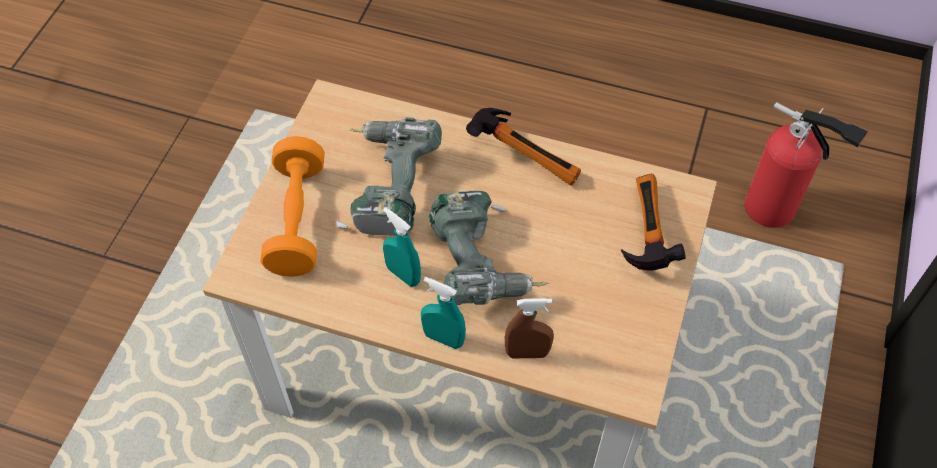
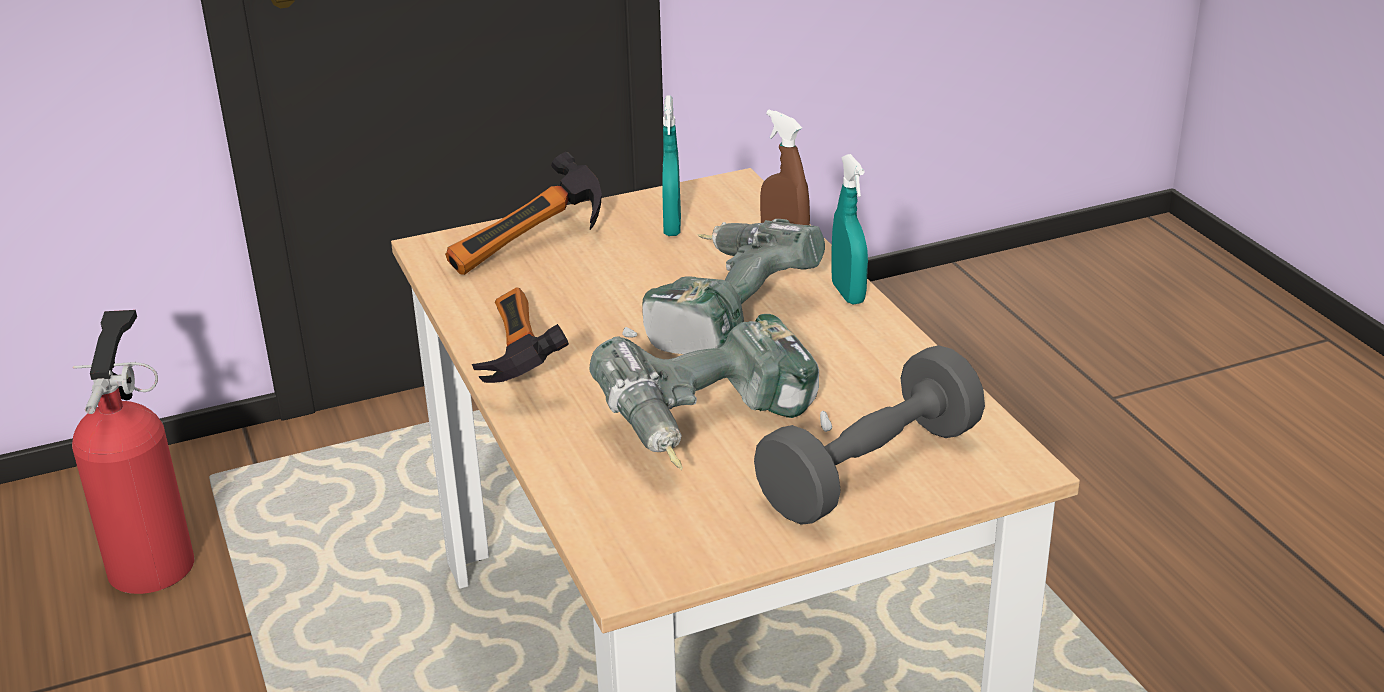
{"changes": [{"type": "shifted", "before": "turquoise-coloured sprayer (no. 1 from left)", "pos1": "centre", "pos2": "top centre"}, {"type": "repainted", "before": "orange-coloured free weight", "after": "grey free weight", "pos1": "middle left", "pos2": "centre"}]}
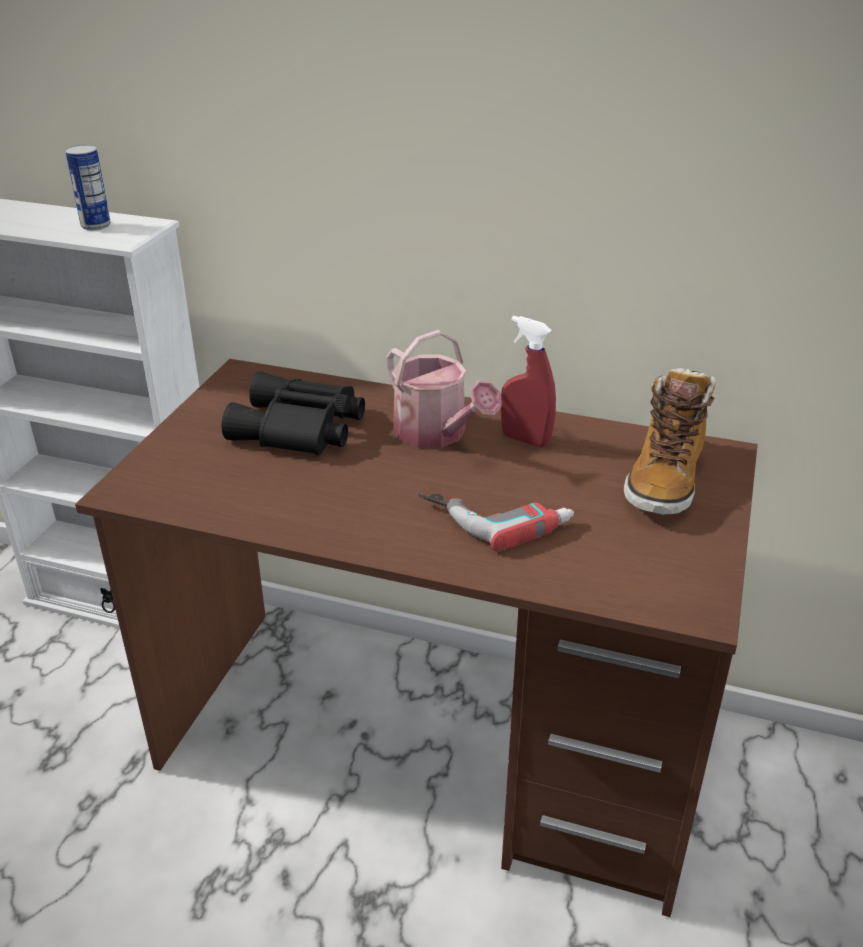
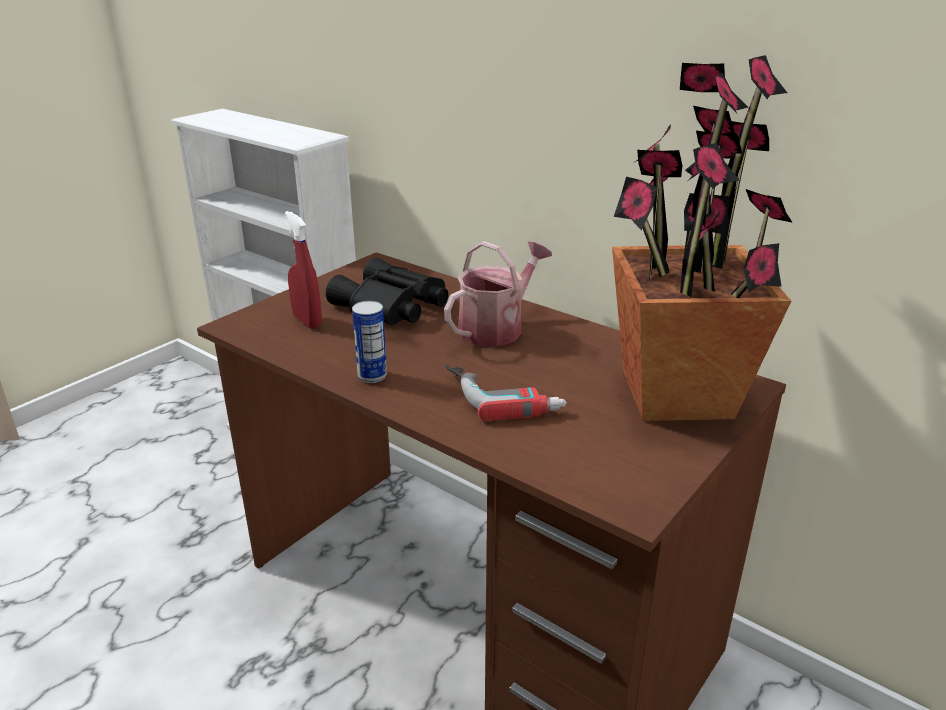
{"changes": [{"type": "shifted", "before": "metal can", "pos1": "top left", "pos2": "centre"}, {"type": "shifted", "before": "reddish sprayer", "pos1": "centre", "pos2": "middle left"}, {"type": "swapped", "before": "boot", "after": "potted plant", "pos1": "middle right", "pos2": "middle right"}, {"type": "rotated", "before": "watering can", "pos1": "centre", "pos2": "centre", "turn": -120}]}
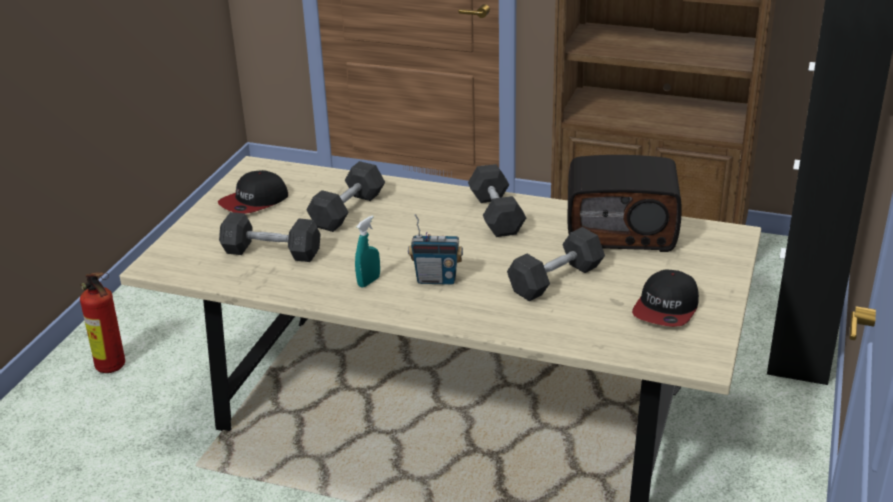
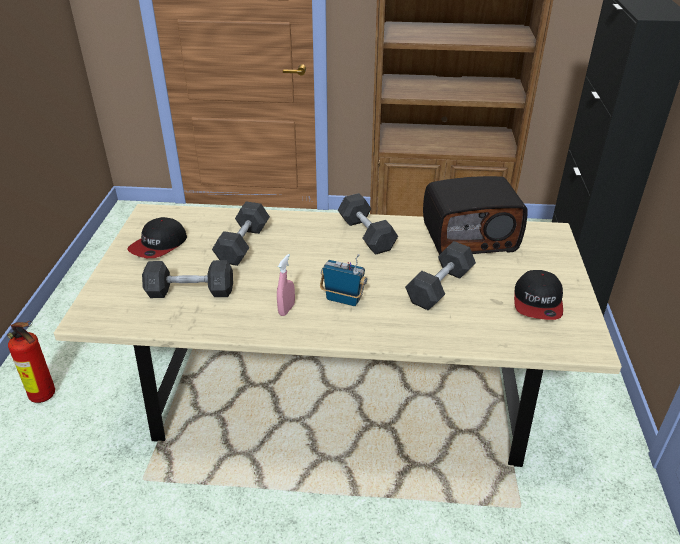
{"changes": [{"type": "repainted", "before": "turquoise-coloured sprayer", "after": "pink sprayer", "pos1": "centre", "pos2": "centre"}, {"type": "rotated", "before": "radio (no. 1 from left)", "pos1": "centre", "pos2": "centre", "turn": -150}]}
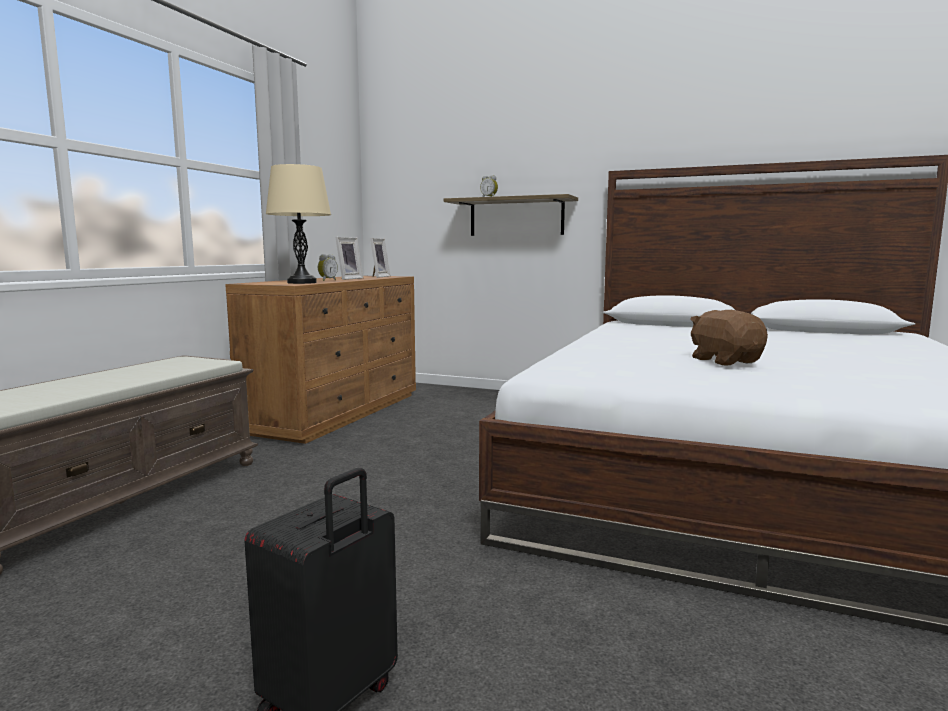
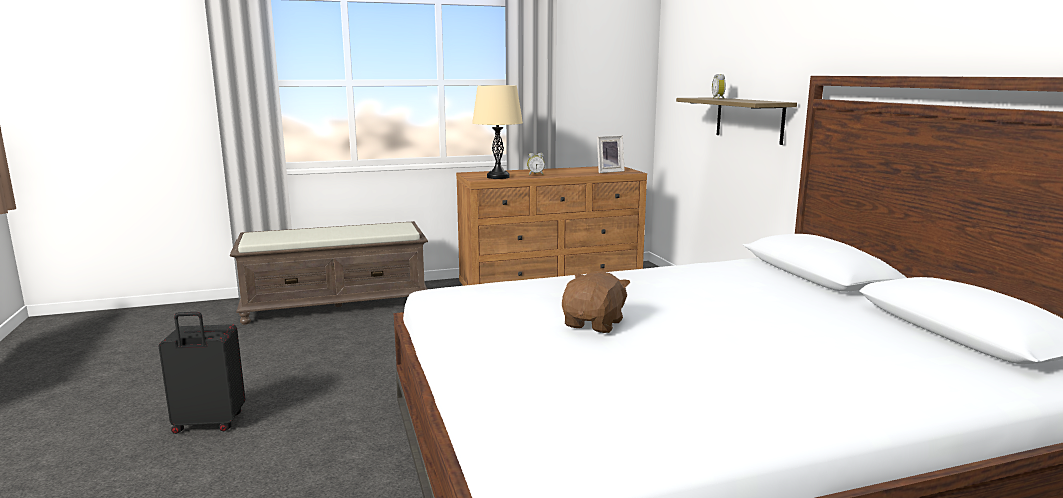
{"changes": [{"type": "gone", "before": "standing frame (no. 1 from left)", "pos1": "centre"}]}
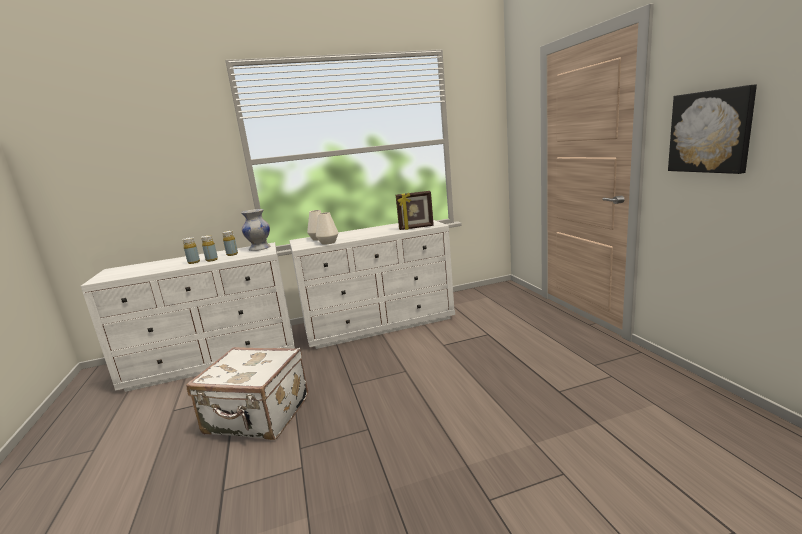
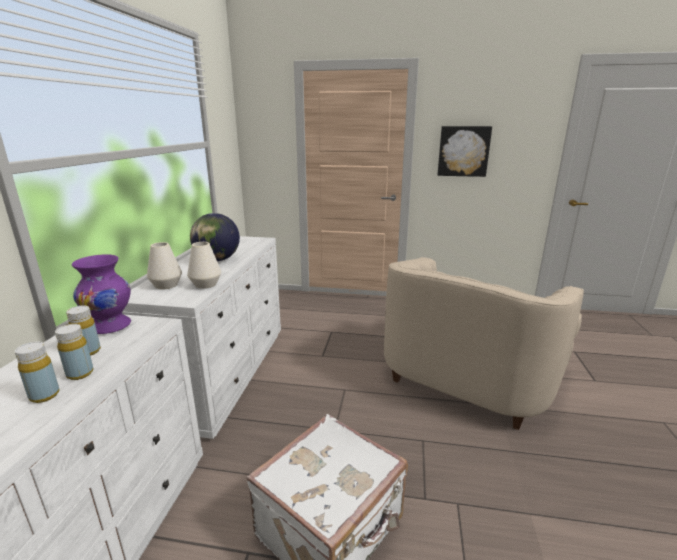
{"changes": [{"type": "gone", "before": "standing frame", "pos1": "centre"}, {"type": "new", "after": "world globe", "pos2": "middle left"}, {"type": "new", "after": "beige-coloured lounge chair", "pos2": "middle right"}, {"type": "repainted", "before": "whitish decorative vase (no. 1 from left)", "after": "purple-coloured decorative vase", "pos1": "middle left", "pos2": "middle left"}]}
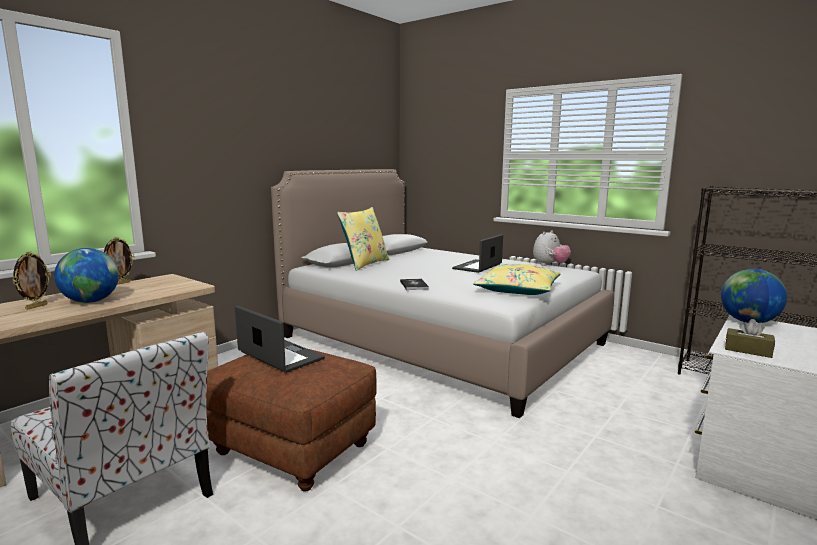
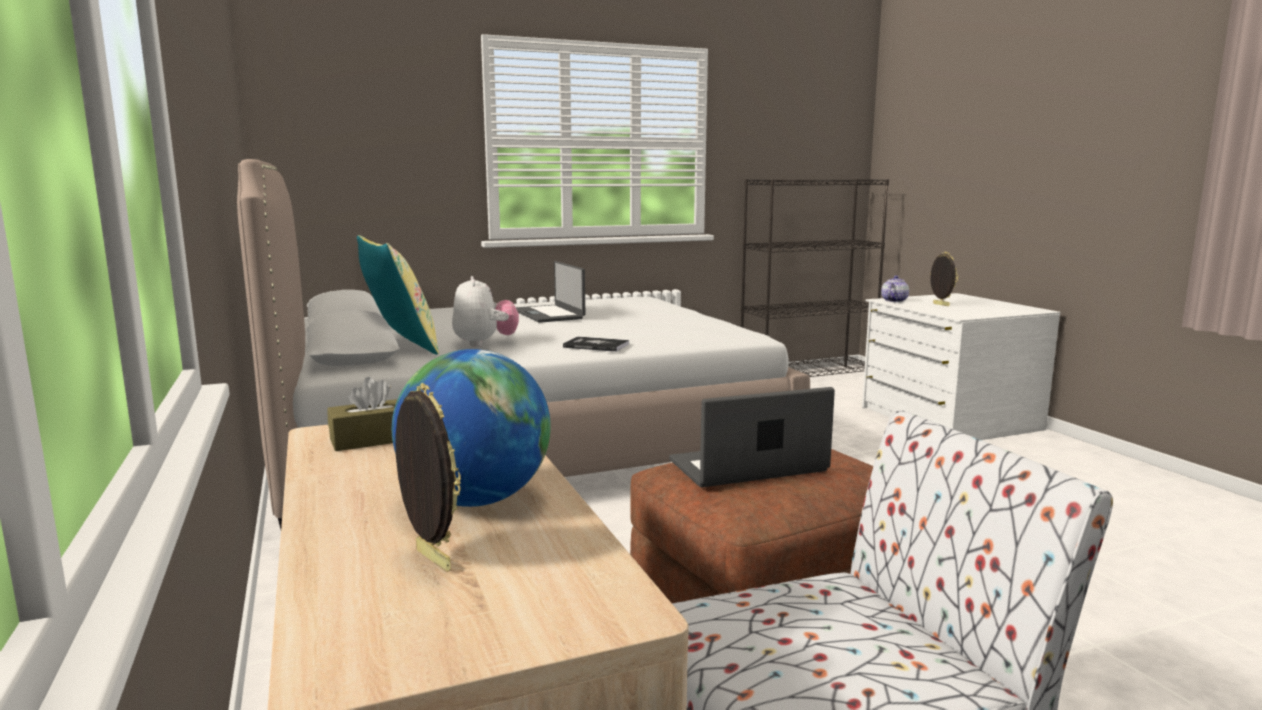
{"changes": [{"type": "gone", "before": "yellowish throw pillow (no. 2 from left)", "pos1": "centre"}, {"type": "shifted", "before": "standing frame (no. 2 from left)", "pos1": "middle left", "pos2": "middle right"}, {"type": "shifted", "before": "plush toy", "pos1": "middle right", "pos2": "centre"}, {"type": "shifted", "before": "brown tissue box", "pos1": "middle right", "pos2": "middle left"}, {"type": "swapped", "before": "world globe (no. 2 from left)", "after": "teapot", "pos1": "middle right", "pos2": "middle right"}]}
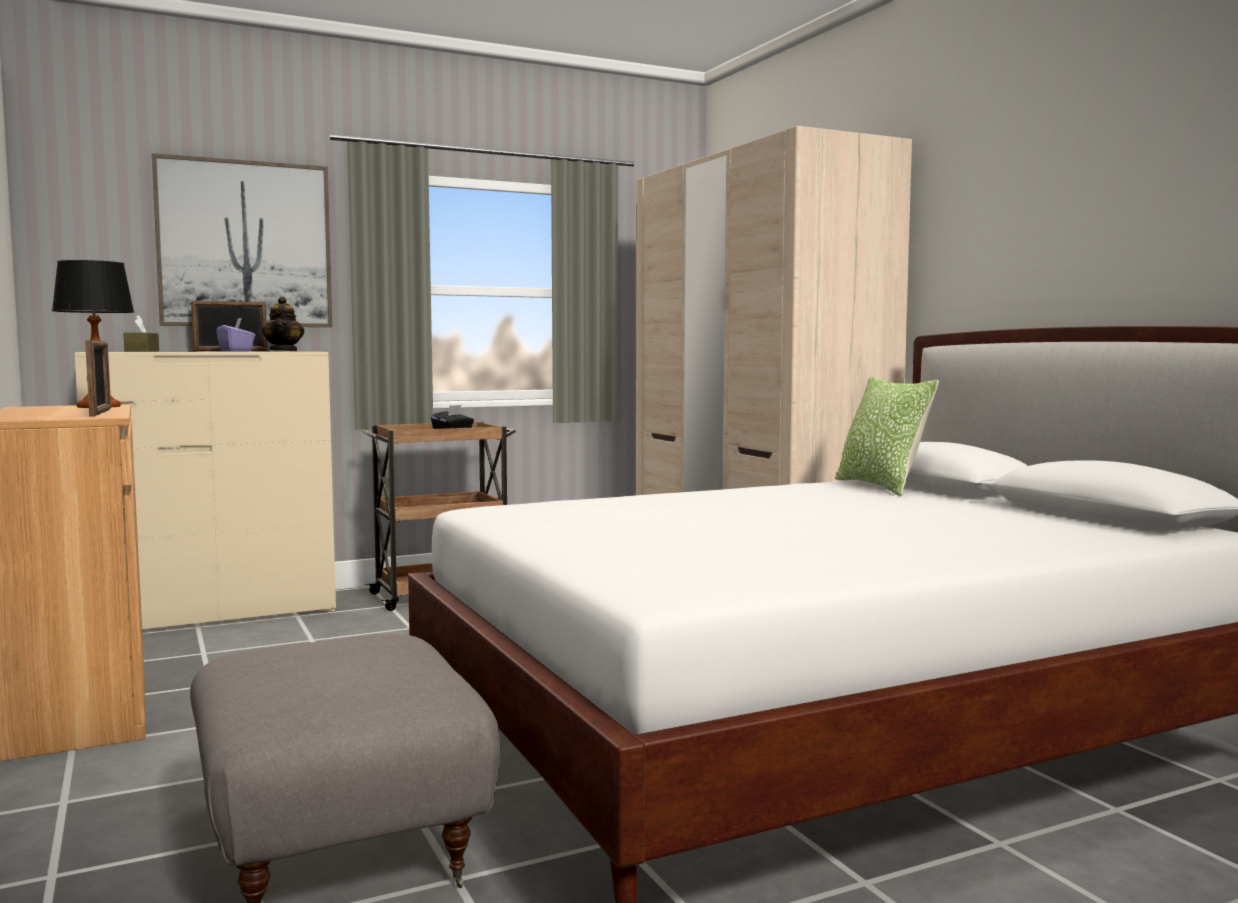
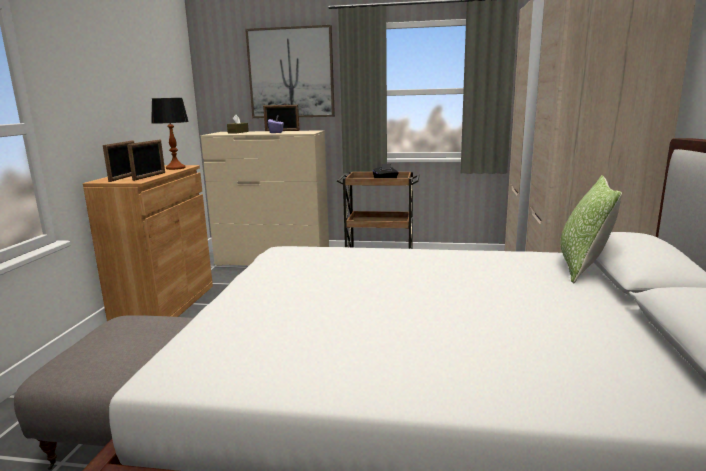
{"changes": [{"type": "gone", "before": "teapot", "pos1": "middle left"}, {"type": "new", "after": "standing frame (no. 1 from left)", "pos2": "middle left"}]}
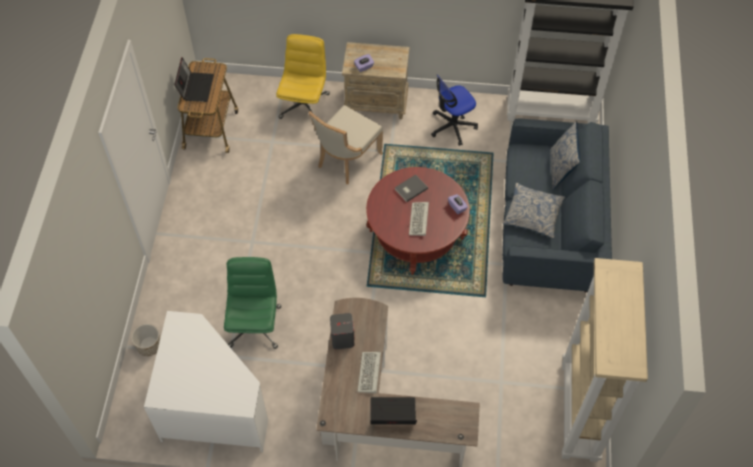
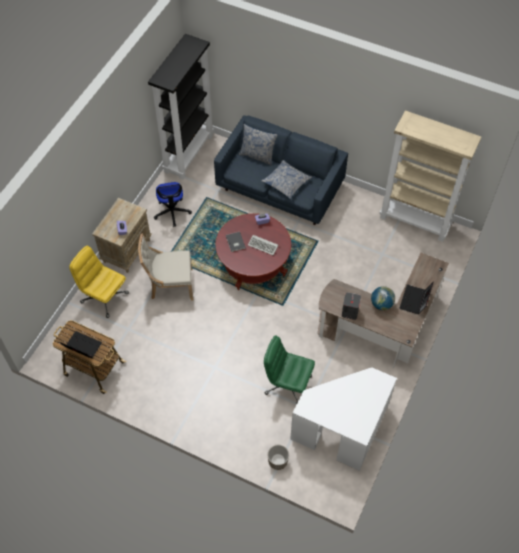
{"changes": [{"type": "swapped", "before": "keyboard (no. 1 from left)", "after": "world globe", "pos1": "bottom centre", "pos2": "middle right"}, {"type": "rotated", "before": "beige-coloured upright chair", "pos1": "top centre", "pos2": "middle left", "turn": 120}]}
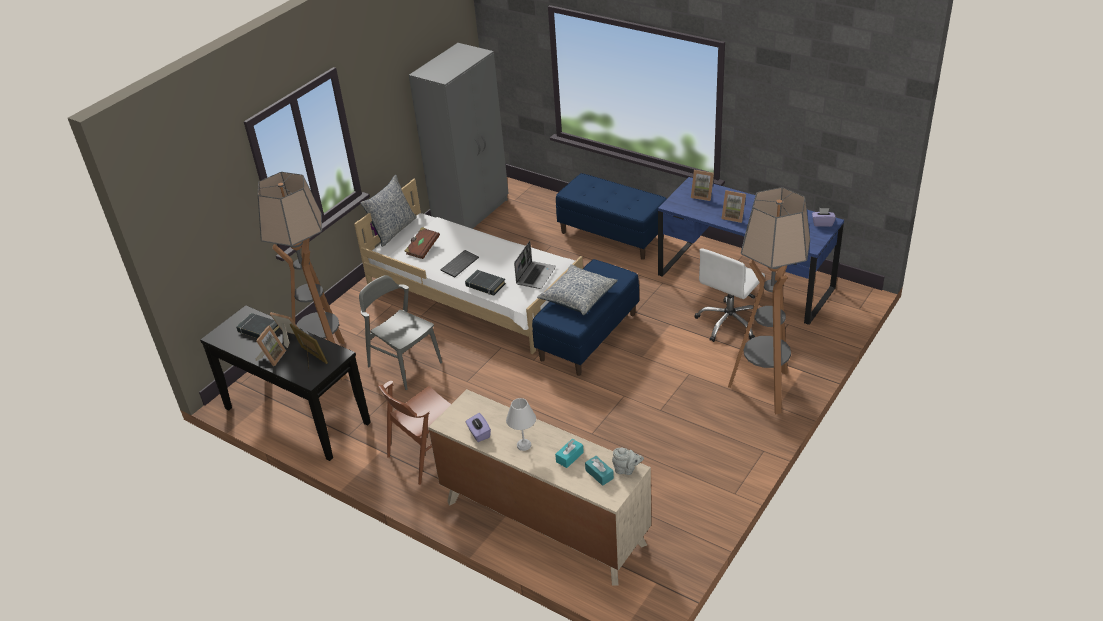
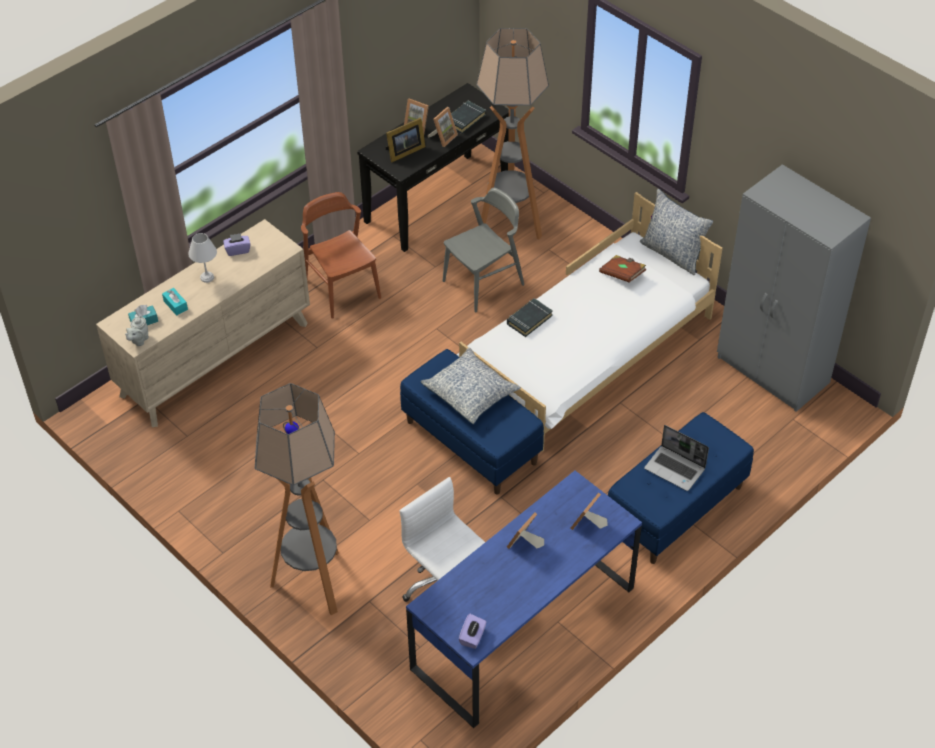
{"changes": [{"type": "gone", "before": "keyboard", "pos1": "centre"}, {"type": "shifted", "before": "laptop", "pos1": "centre", "pos2": "middle right"}]}
